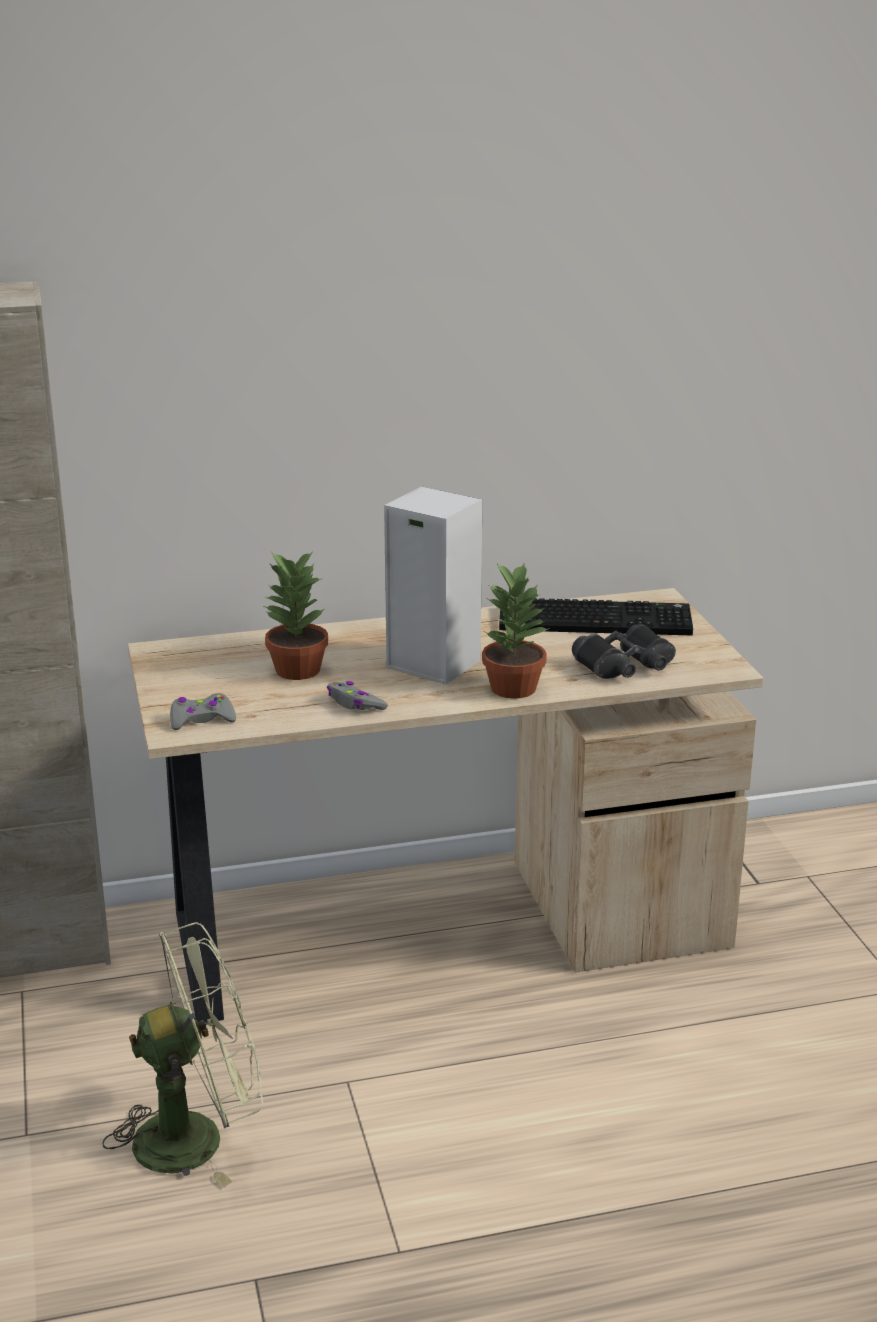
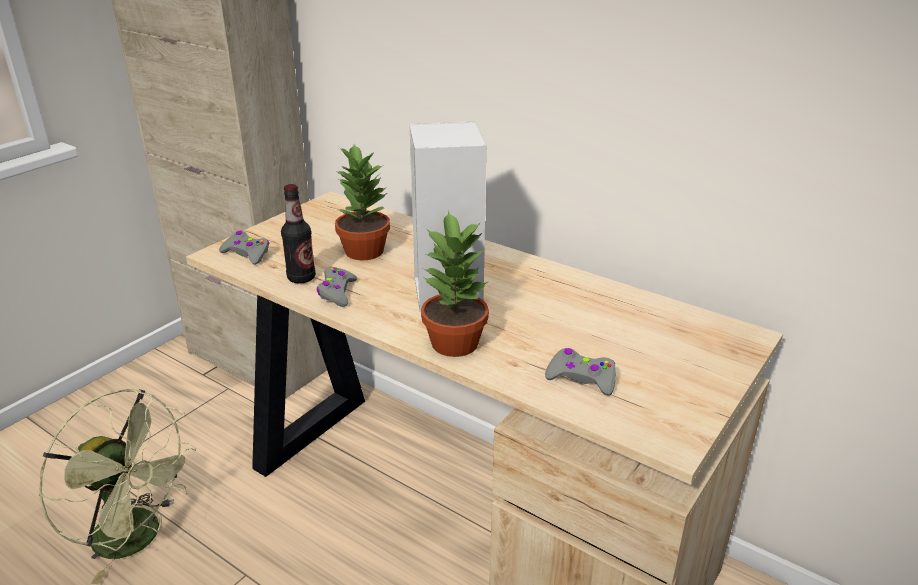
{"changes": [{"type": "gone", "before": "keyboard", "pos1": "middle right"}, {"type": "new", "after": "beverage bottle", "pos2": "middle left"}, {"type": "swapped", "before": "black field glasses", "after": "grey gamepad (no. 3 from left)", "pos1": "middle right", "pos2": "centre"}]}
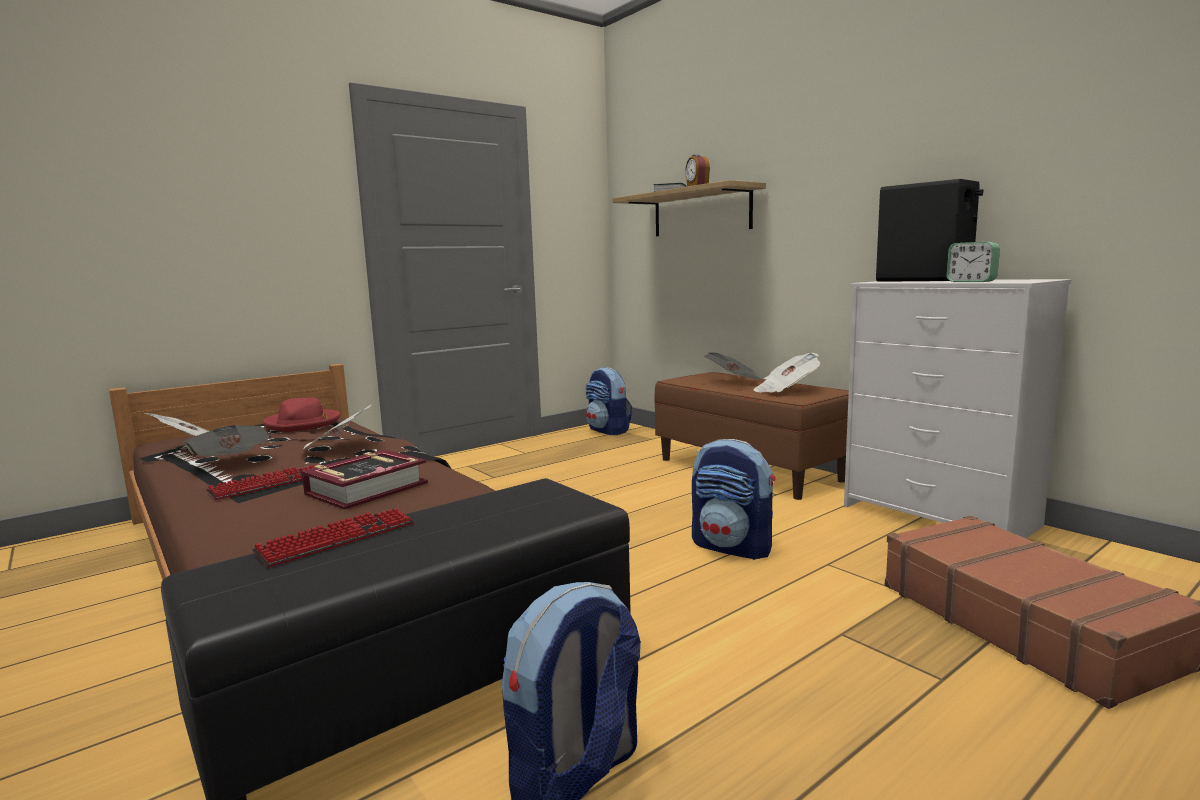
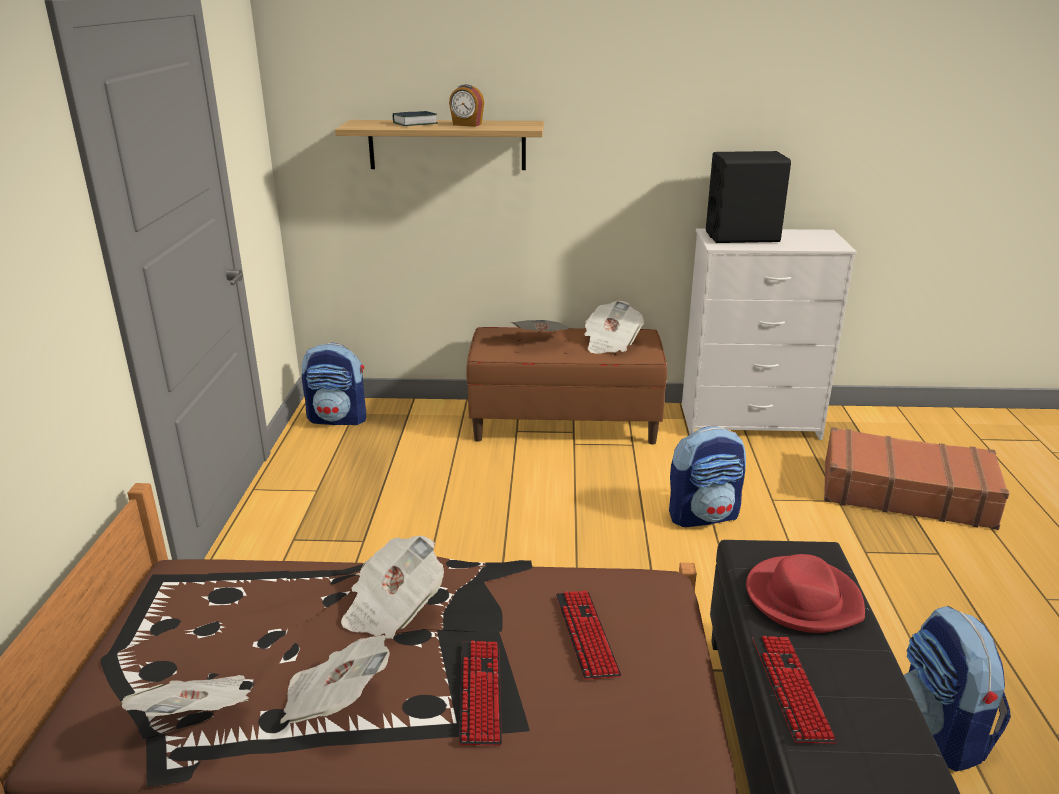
{"changes": [{"type": "gone", "before": "alarm clock (no. 2 from left)", "pos1": "top right"}, {"type": "shifted", "before": "reddish clothing hat", "pos1": "middle left", "pos2": "bottom right"}, {"type": "swapped", "before": "volume (no. 1 from left)", "after": "keyboard (no. 2 from left)", "pos1": "middle left", "pos2": "bottom centre"}]}
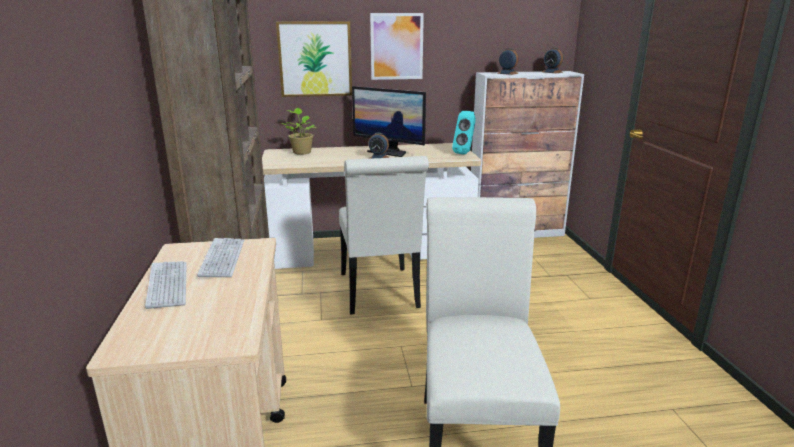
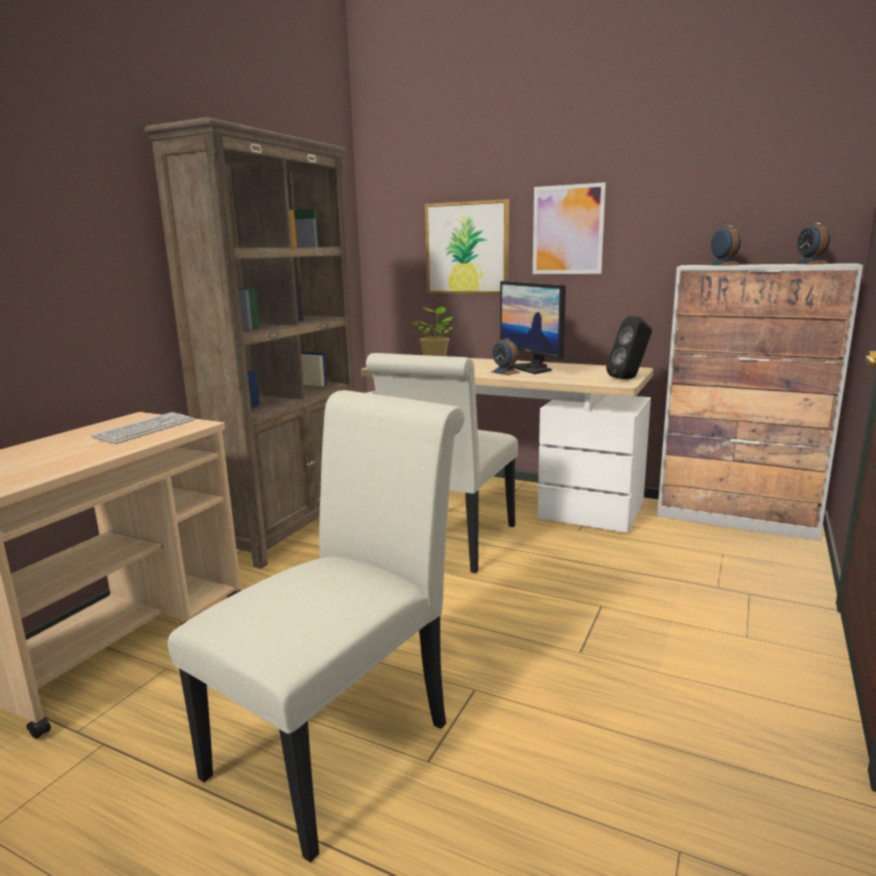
{"changes": [{"type": "gone", "before": "keyboard (no. 1 from left)", "pos1": "middle left"}, {"type": "repainted", "before": "turquoise-coloured speaker", "after": "black speaker", "pos1": "top centre", "pos2": "middle right"}]}
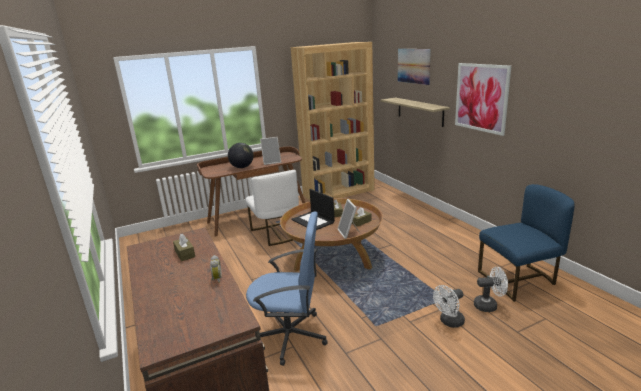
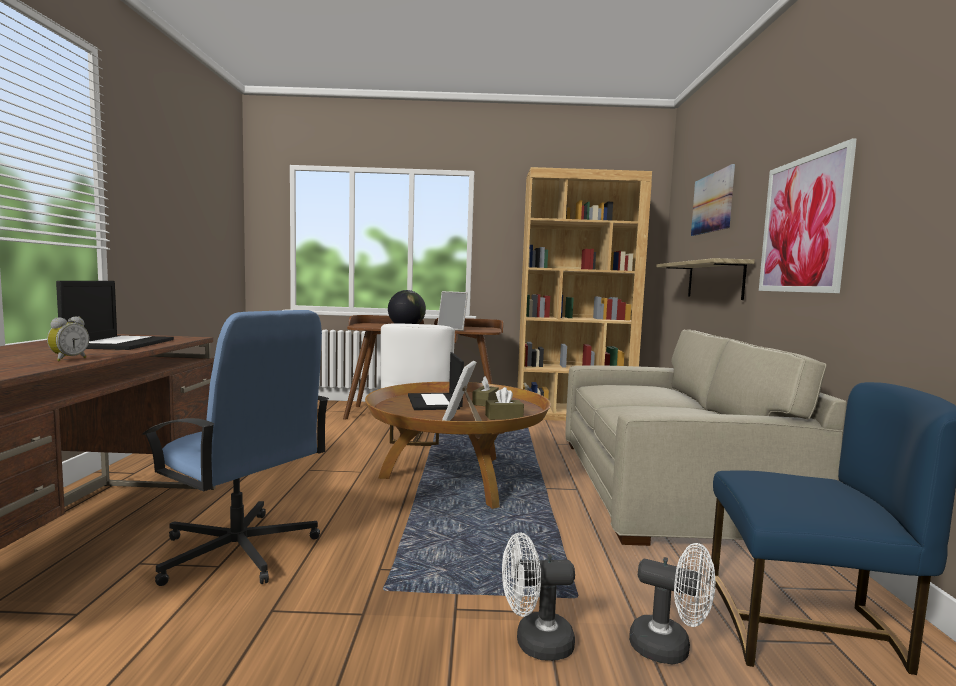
{"changes": [{"type": "new", "after": "beige-coloured settee", "pos2": "middle right"}, {"type": "swapped", "before": "brown tissue box (no. 1 from left)", "after": "laptop (no. 1 from left)", "pos1": "middle left", "pos2": "middle left"}]}
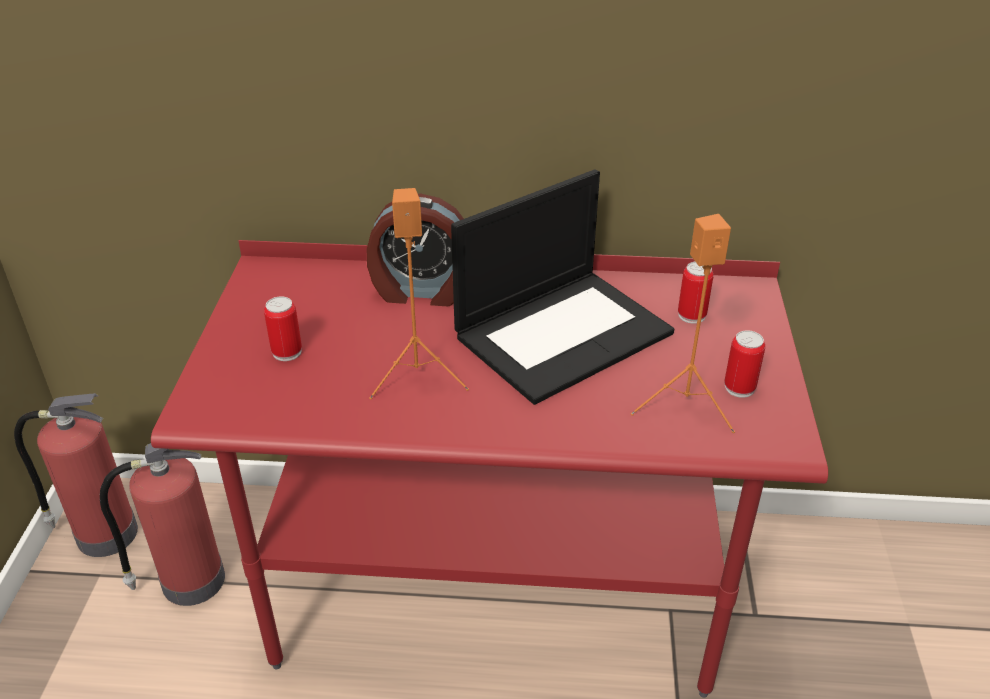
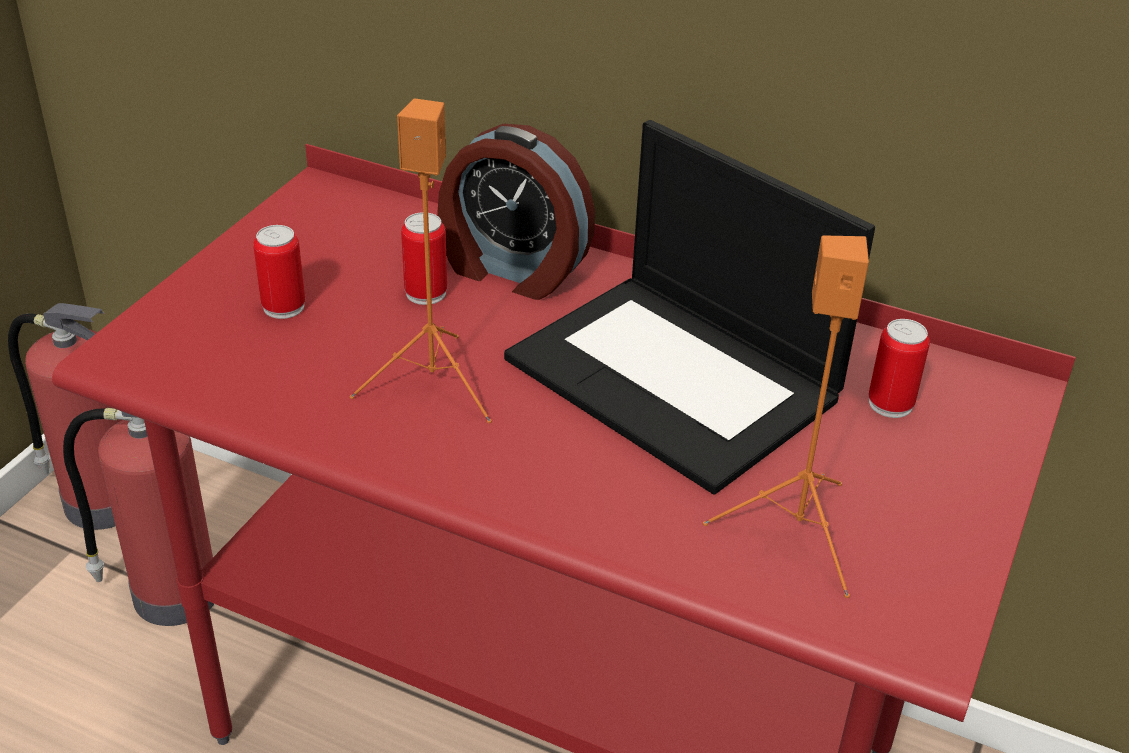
{"changes": [{"type": "shifted", "before": "metal can (no. 3 from left in the first image)", "after": "metal can (no. 2 from left)", "pos1": "middle right", "pos2": "centre"}, {"type": "rotated", "before": "laptop", "pos1": "centre", "pos2": "centre", "turn": 60}]}
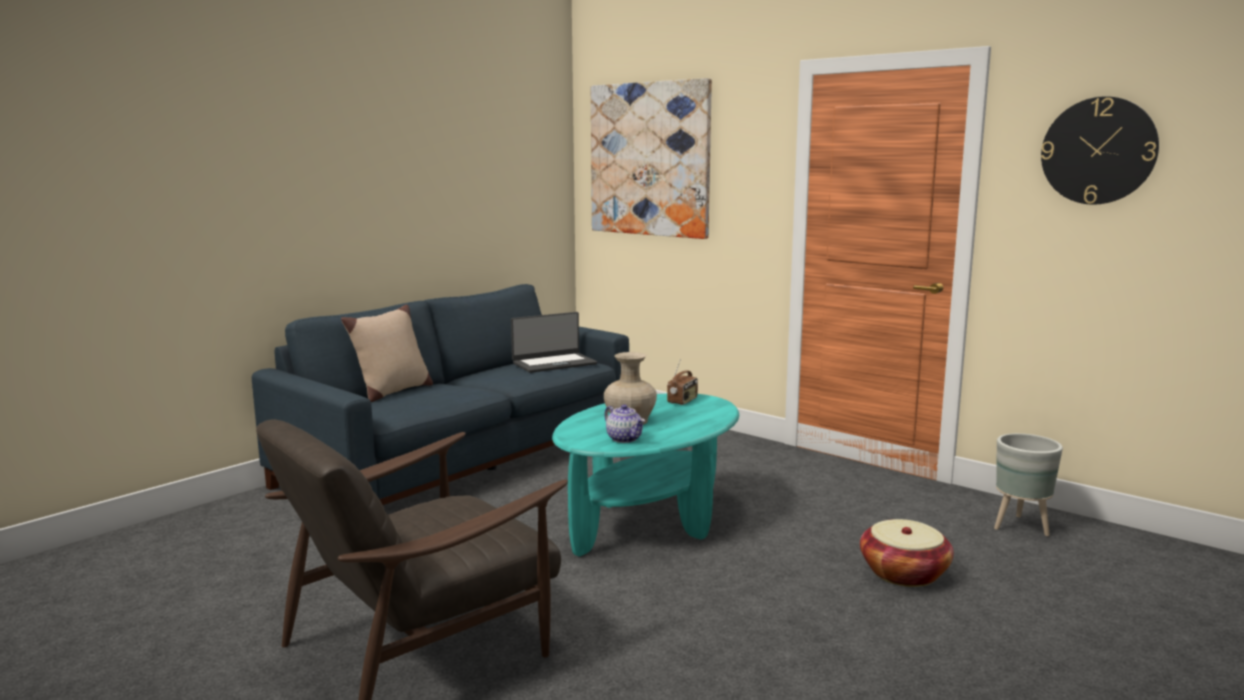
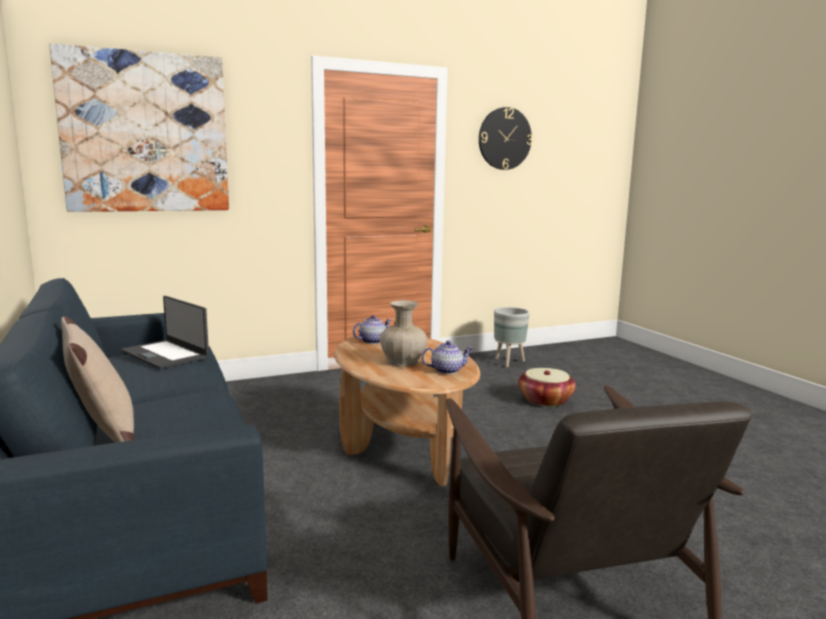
{"changes": [{"type": "swapped", "before": "radio", "after": "teapot (no. 1 from left)", "pos1": "centre", "pos2": "centre"}, {"type": "repainted", "before": "turquoise-coloured coffee table", "after": "brown coffee table", "pos1": "bottom centre", "pos2": "centre"}, {"type": "rotated", "before": "laptop", "pos1": "centre", "pos2": "middle left", "turn": 135}]}
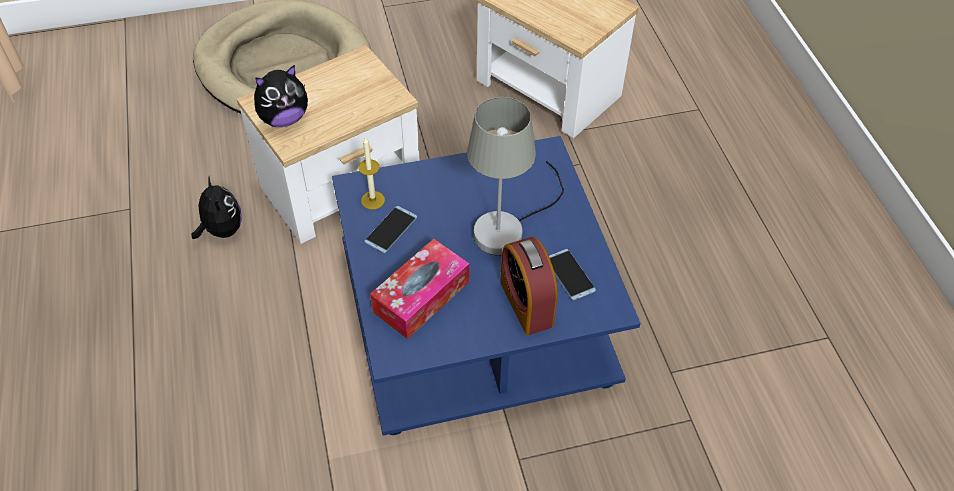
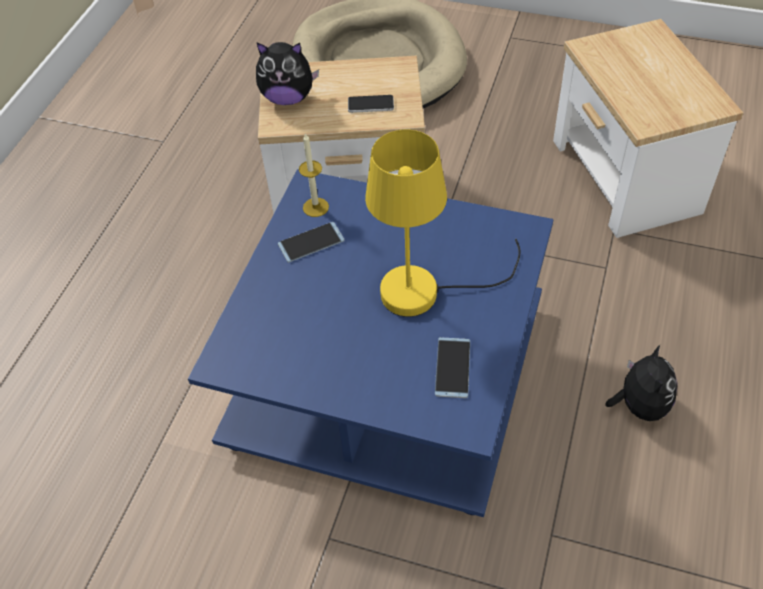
{"changes": [{"type": "gone", "before": "tissue box", "pos1": "centre"}, {"type": "gone", "before": "alarm clock", "pos1": "centre"}, {"type": "new", "after": "telephone (no. 2 from left)", "pos2": "top centre"}, {"type": "shifted", "before": "plush toy (no. 1 from left in the first image)", "after": "plush toy (no. 2 from left)", "pos1": "middle left", "pos2": "middle right"}, {"type": "repainted", "before": "grey table lamp", "after": "yellowish table lamp", "pos1": "centre", "pos2": "centre"}]}
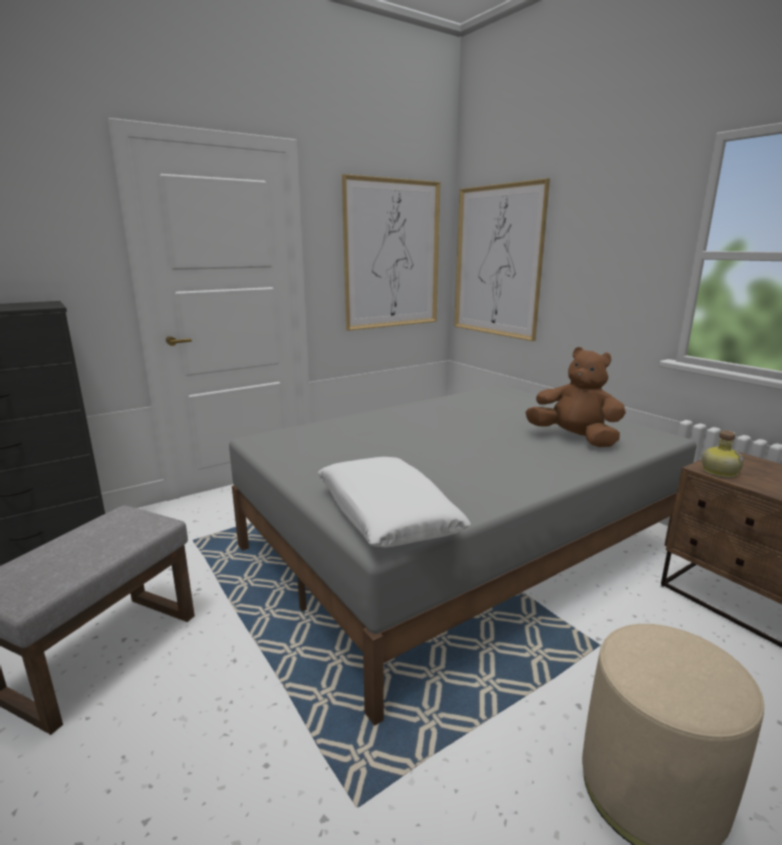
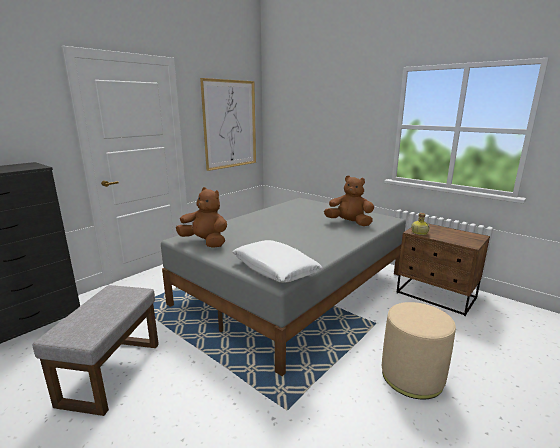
{"changes": [{"type": "gone", "before": "wall picture (no. 2 from left)", "pos1": "top centre"}, {"type": "new", "after": "brown plush toy (no. 1 from left)", "pos2": "centre"}]}
